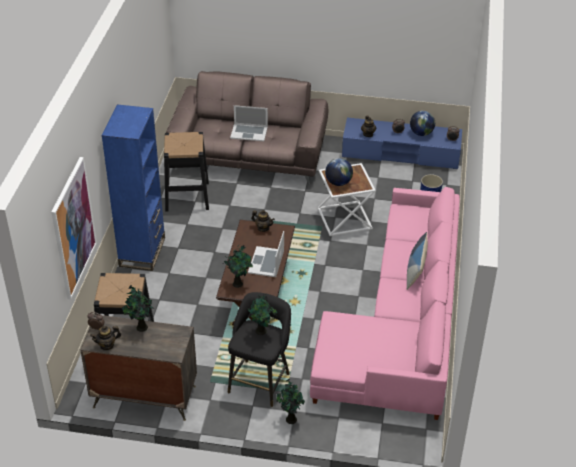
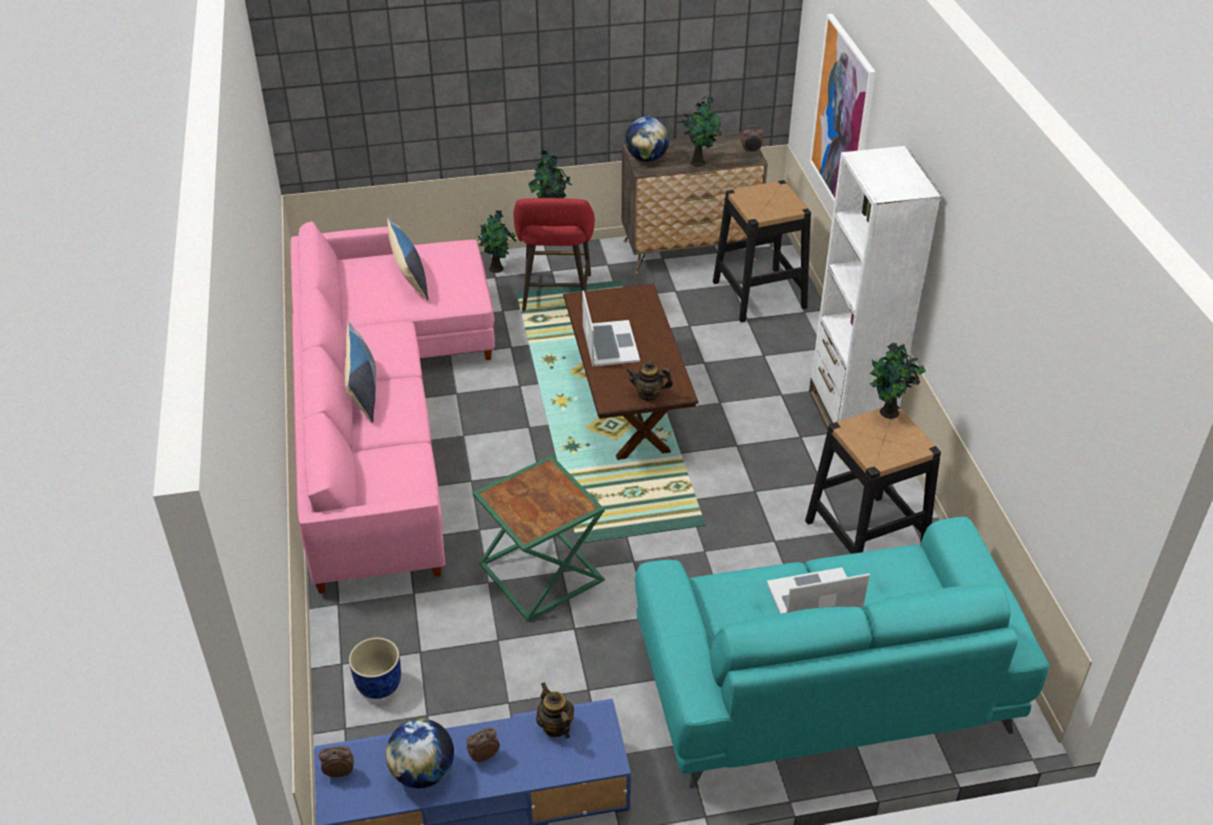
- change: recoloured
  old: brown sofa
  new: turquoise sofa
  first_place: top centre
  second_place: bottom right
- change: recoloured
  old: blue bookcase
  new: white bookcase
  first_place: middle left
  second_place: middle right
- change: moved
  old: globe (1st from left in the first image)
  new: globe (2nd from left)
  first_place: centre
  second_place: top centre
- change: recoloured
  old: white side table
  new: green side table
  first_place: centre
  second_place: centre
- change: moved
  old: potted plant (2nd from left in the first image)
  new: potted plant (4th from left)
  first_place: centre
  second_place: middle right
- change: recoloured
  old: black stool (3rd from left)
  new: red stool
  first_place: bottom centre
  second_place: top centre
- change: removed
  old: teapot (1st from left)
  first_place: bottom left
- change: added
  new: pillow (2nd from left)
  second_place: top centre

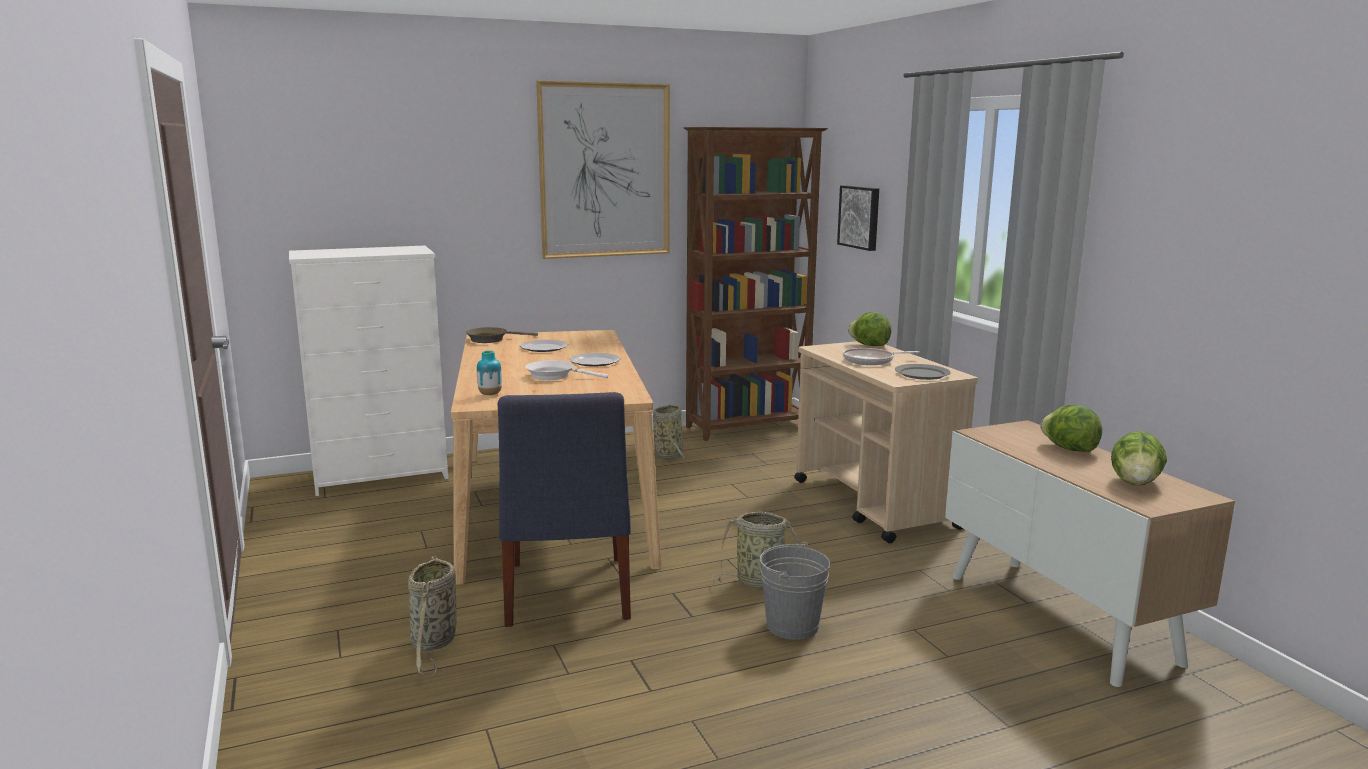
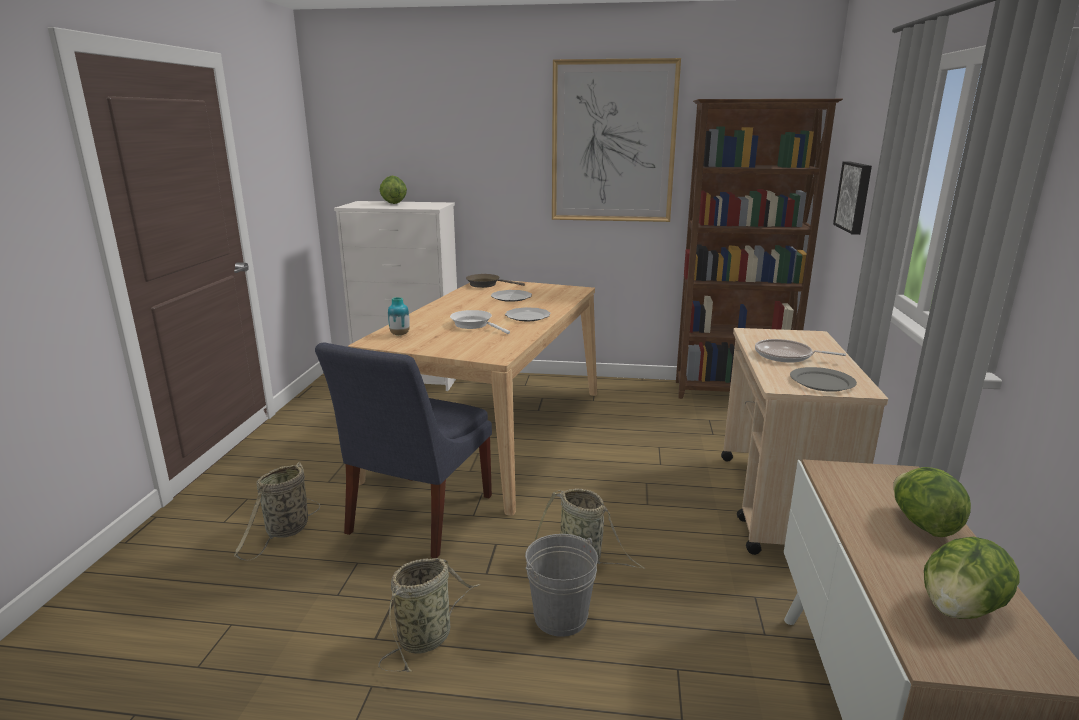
- change: moved
  old: lettuce (1st from left)
  first_place: centre
  second_place: top centre
- change: moved
  old: basket (2nd from left)
  first_place: centre
  second_place: bottom centre

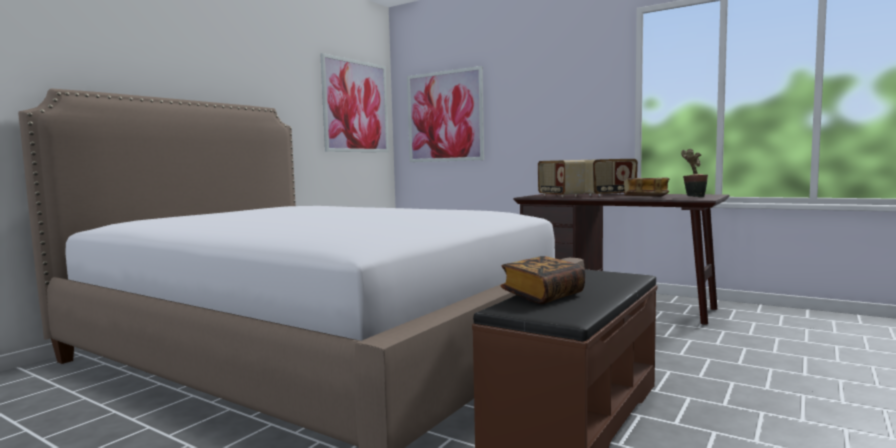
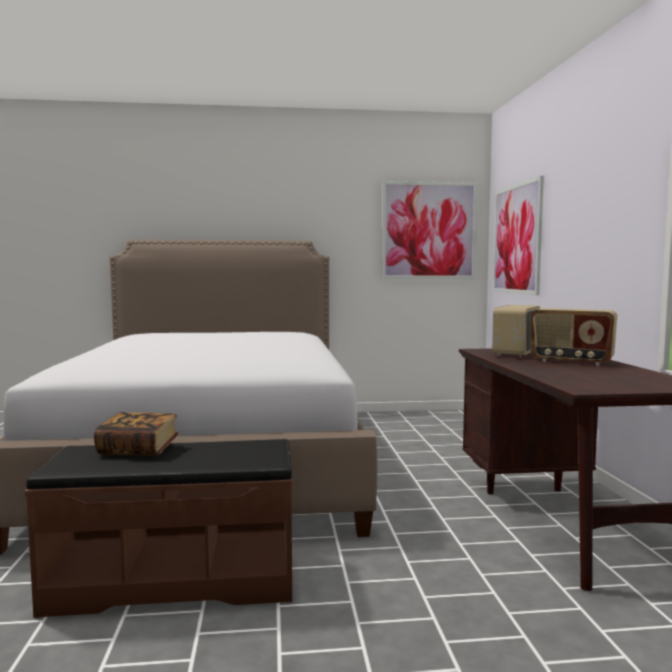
- change: removed
  old: potted plant
  first_place: middle right
- change: removed
  old: book (2nd from left)
  first_place: middle right

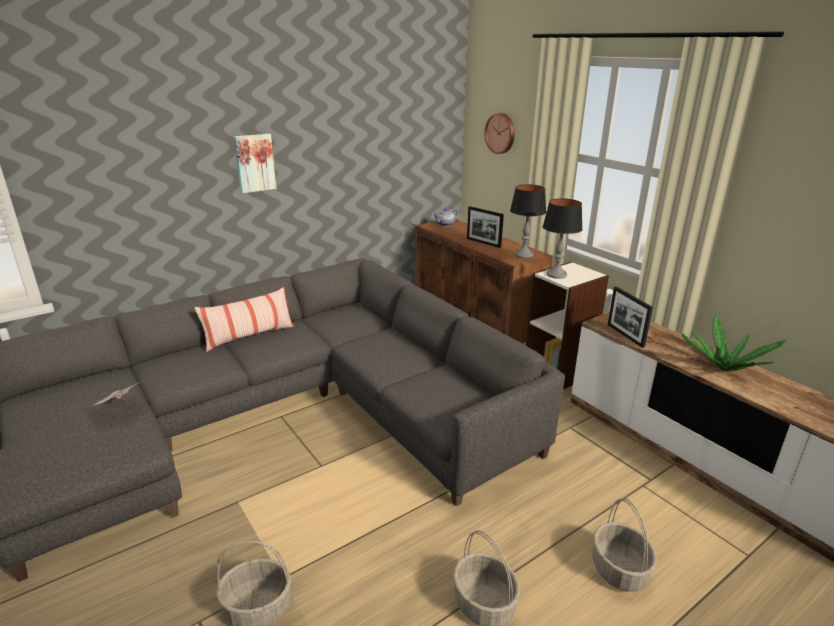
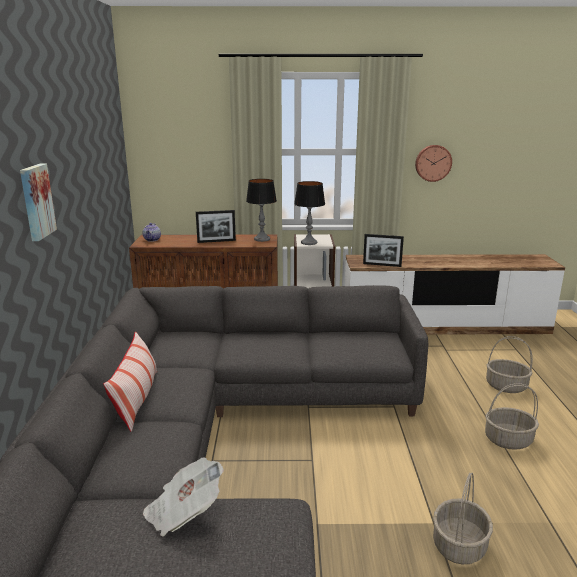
- change: moved
  old: wall clock
  first_place: top centre
  second_place: top right
- change: removed
  old: potted plant
  first_place: middle right

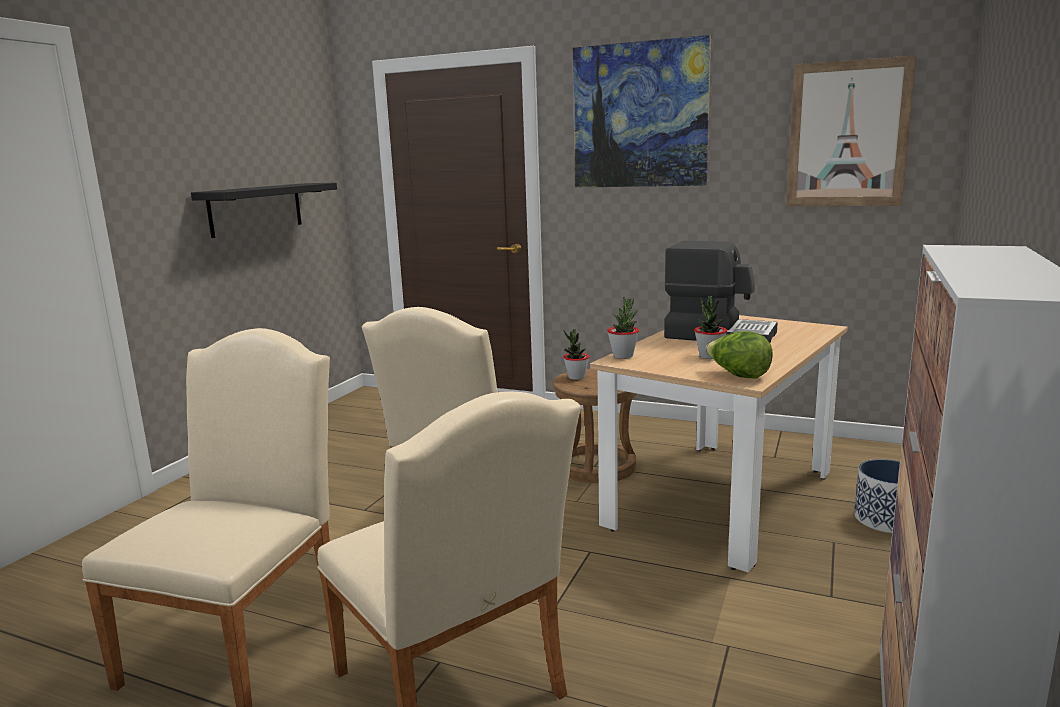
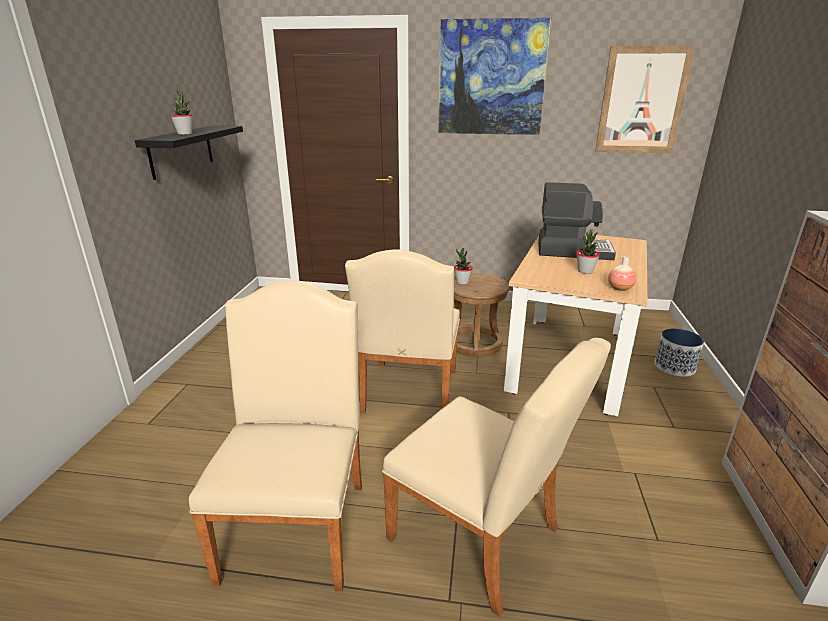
- change: moved
  old: potted plant (2nd from left in the first image)
  new: potted plant (1st from left)
  first_place: centre
  second_place: top left
- change: replaced
  old: lettuce
  new: vase
  first_place: middle right
  second_place: middle right

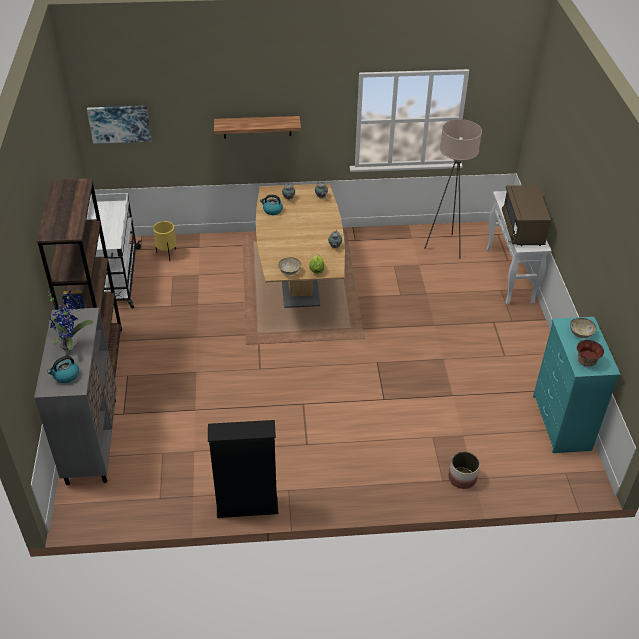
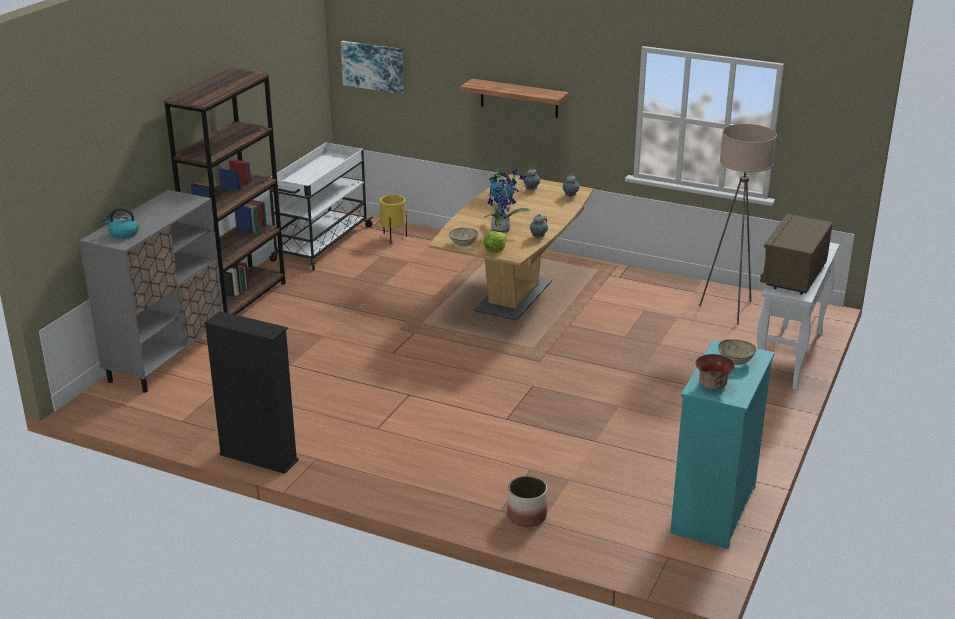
- change: moved
  old: potted plant
  first_place: middle left
  second_place: top centre

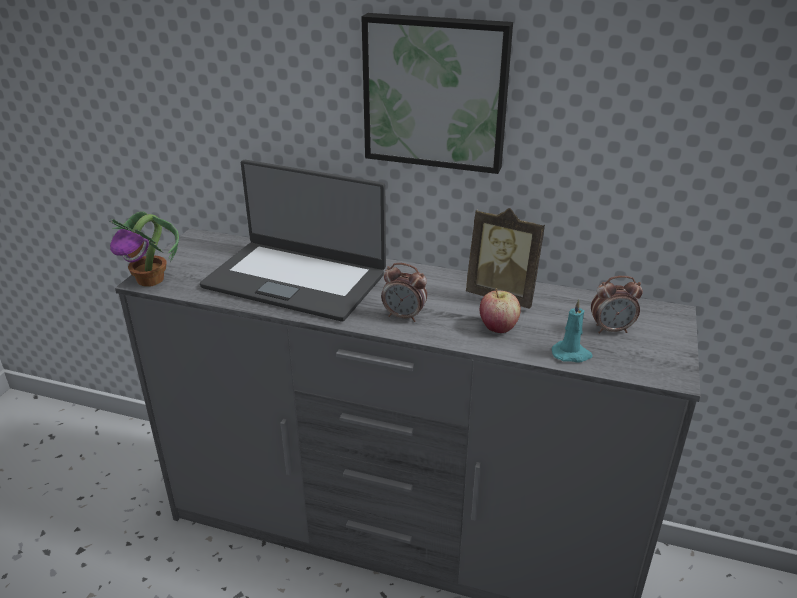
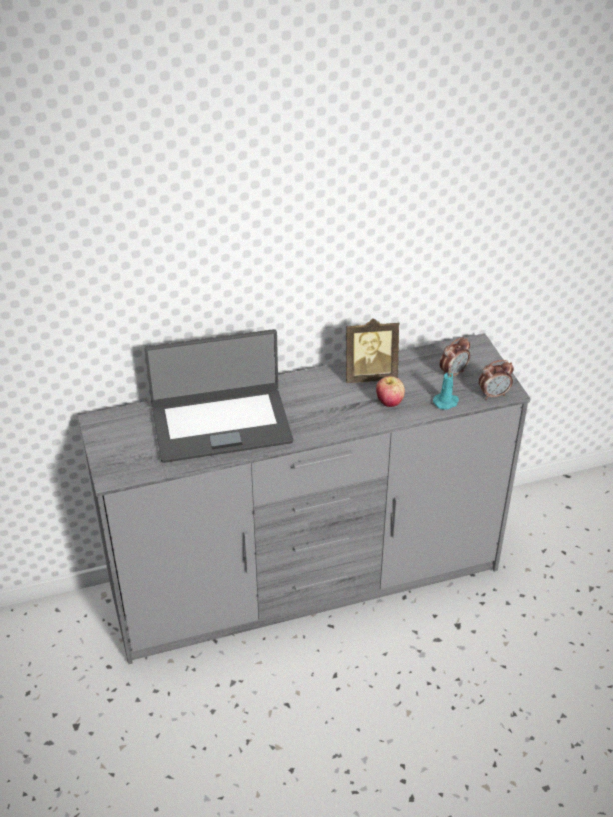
- change: removed
  old: picture
  first_place: top centre
- change: removed
  old: potted plant
  first_place: middle left
- change: moved
  old: alarm clock (1st from left in the first image)
  new: alarm clock (2nd from left)
  first_place: centre
  second_place: middle right

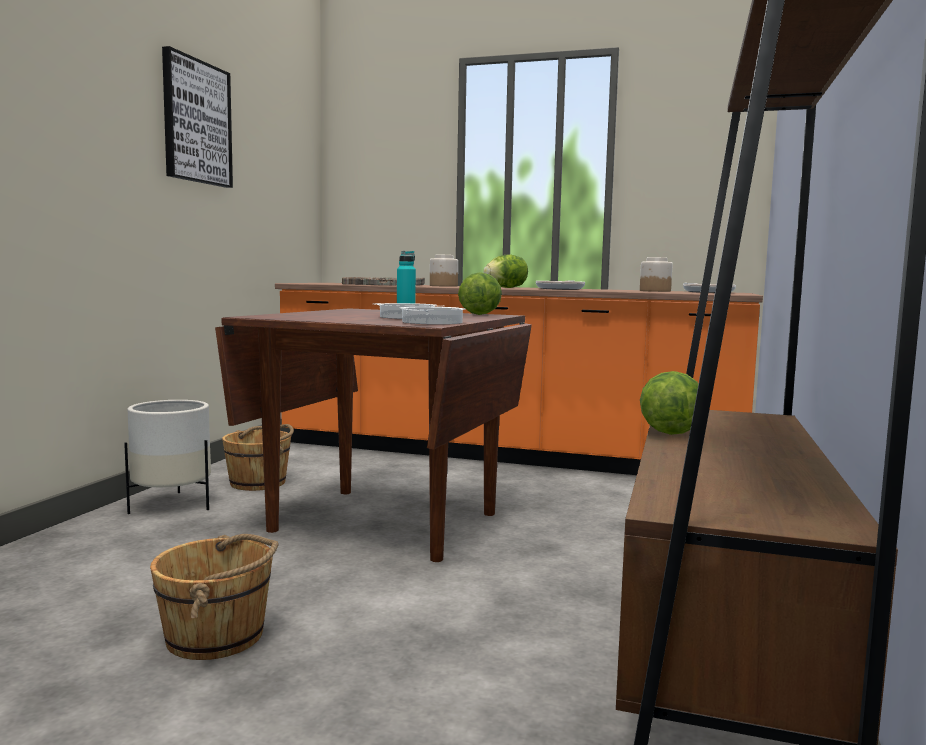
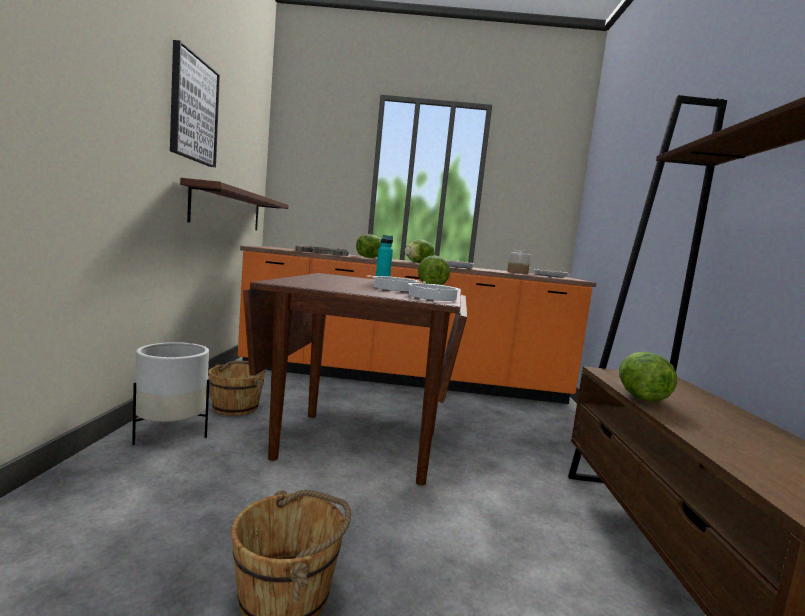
- change: replaced
  old: jar (1st from left)
  new: lettuce (1st from left)
  first_place: centre
  second_place: centre
- change: added
  new: brown shelf
  second_place: top left

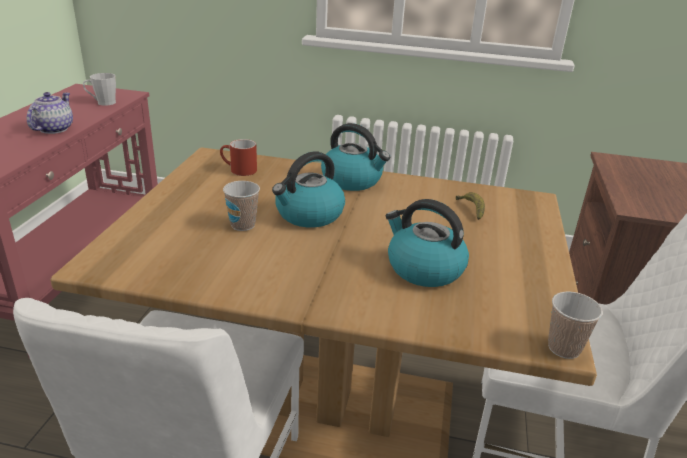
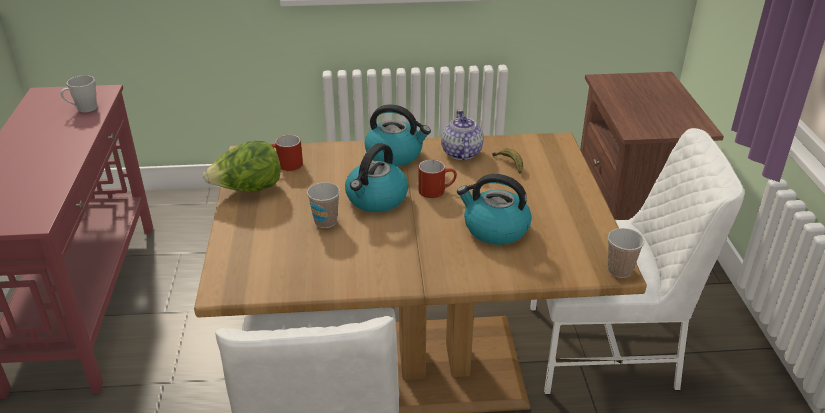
- change: moved
  old: teapot
  first_place: top left
  second_place: top centre
- change: added
  new: lettuce
  second_place: middle left
- change: added
  new: red mug (2nd from left)
  second_place: centre

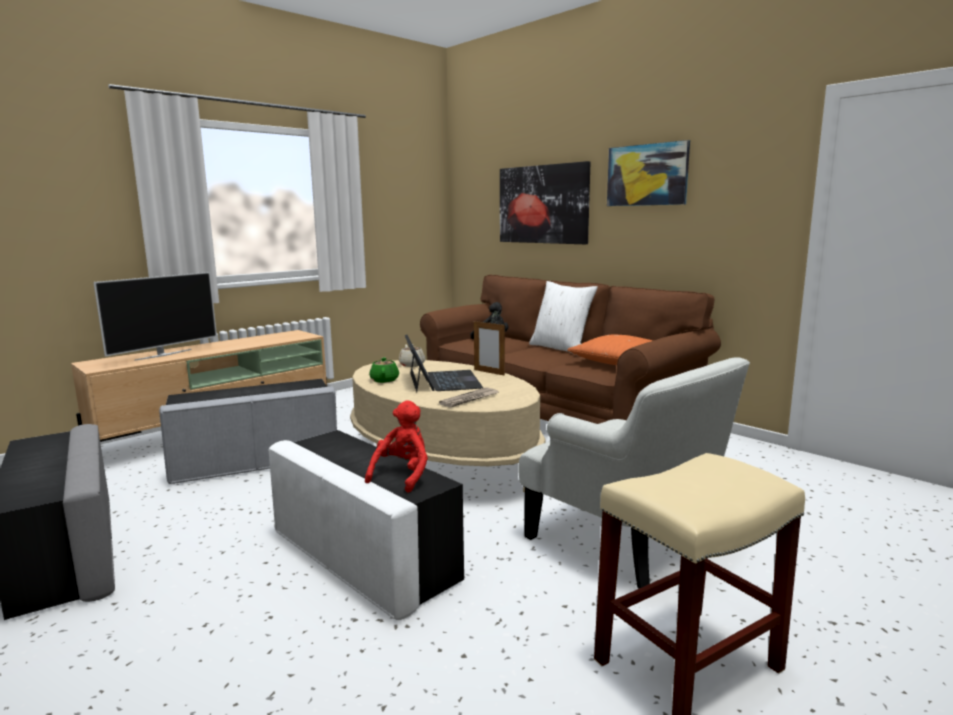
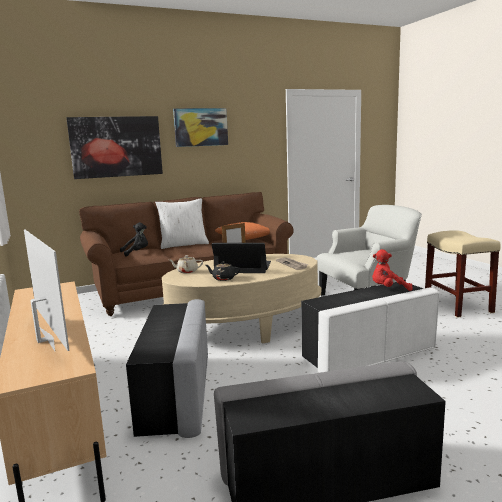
- change: recoloured
  old: green teapot
  new: black teapot
  first_place: centre
  second_place: centre
- change: turned
  old: red plush toy
  first_place: centre
  second_place: middle right
  degrees: -45

